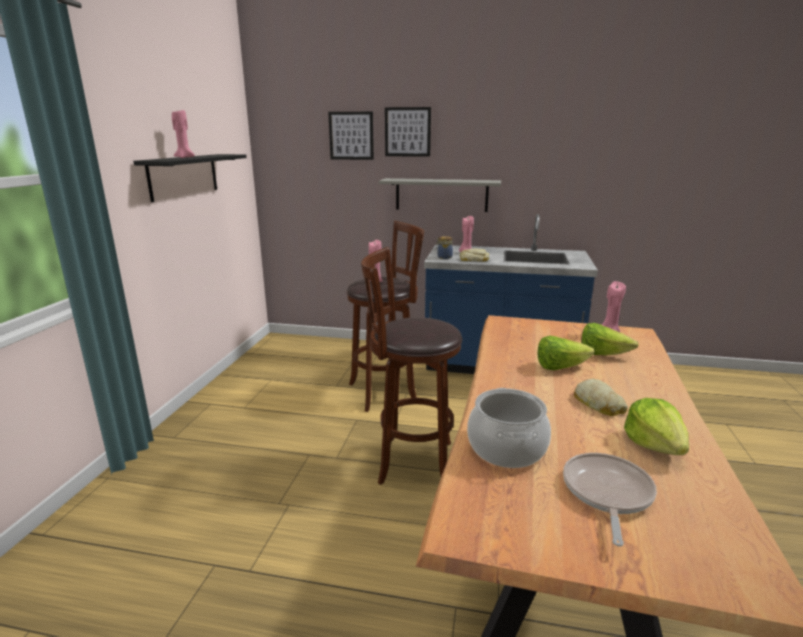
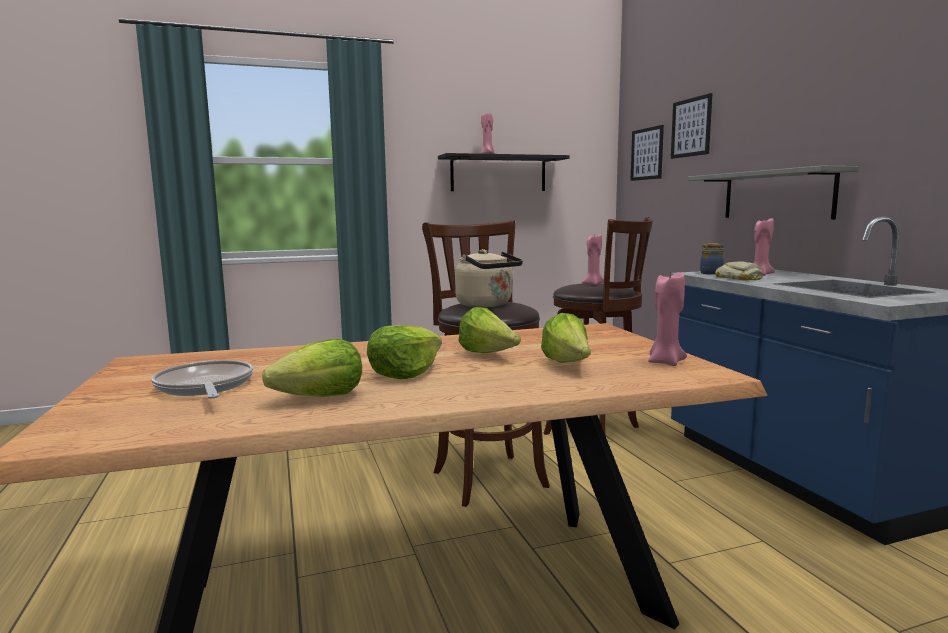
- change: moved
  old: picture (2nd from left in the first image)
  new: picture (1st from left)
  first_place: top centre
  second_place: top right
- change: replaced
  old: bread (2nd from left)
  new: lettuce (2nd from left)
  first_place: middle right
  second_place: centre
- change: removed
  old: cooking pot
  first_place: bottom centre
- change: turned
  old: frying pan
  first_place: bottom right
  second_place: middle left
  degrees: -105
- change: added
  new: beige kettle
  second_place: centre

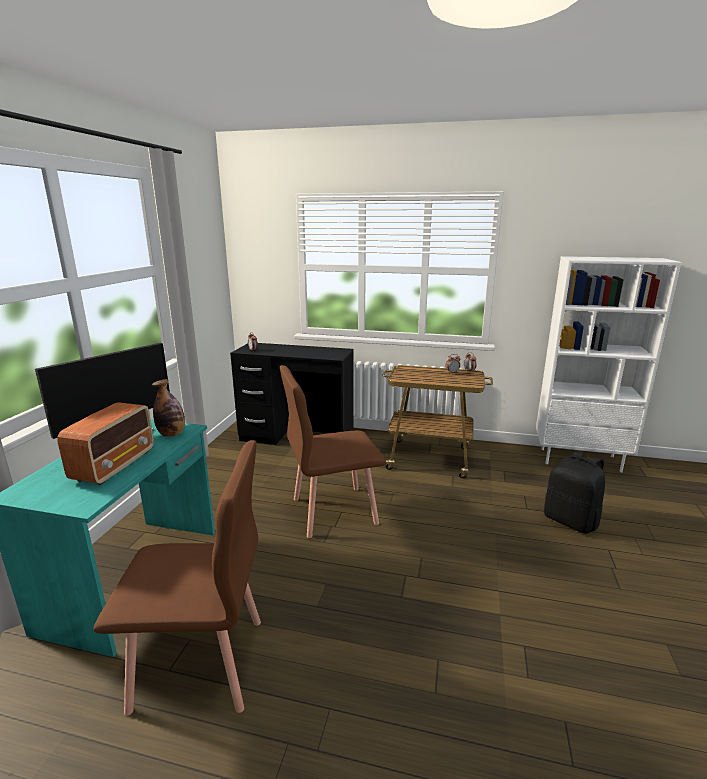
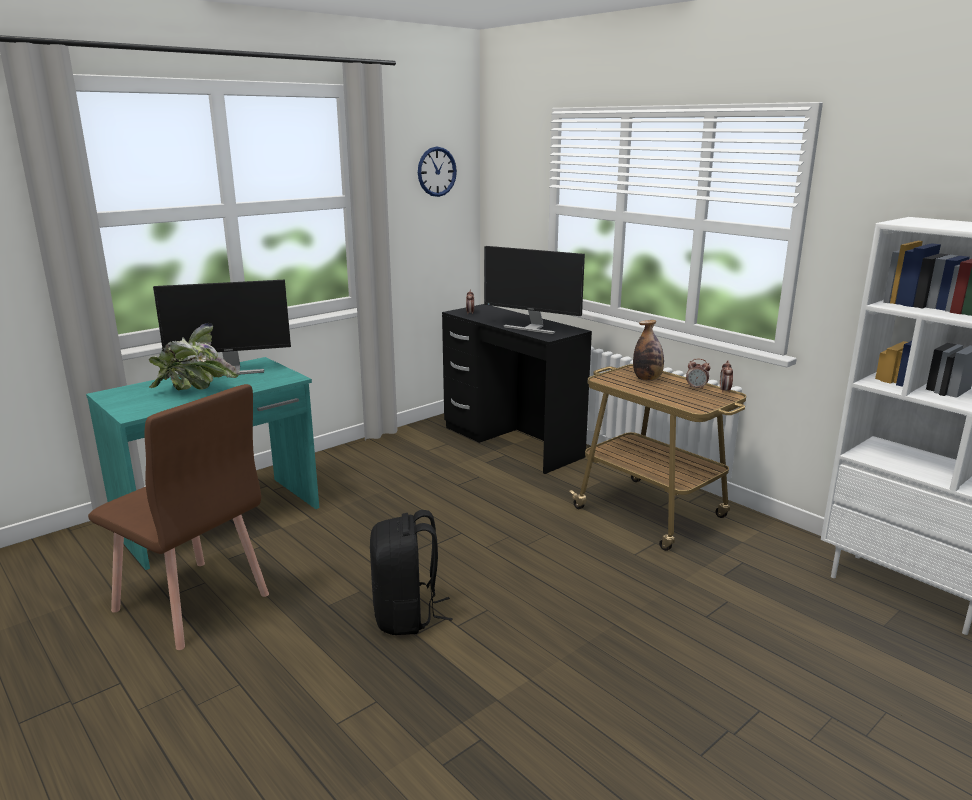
- change: removed
  old: brown chair (2nd from left)
  first_place: centre
- change: moved
  old: bottle
  first_place: middle left
  second_place: middle right
- change: replaced
  old: radio
  new: potted plant
  first_place: middle left
  second_place: middle left
- change: moved
  old: black backpack
  first_place: middle right
  second_place: bottom centre
- change: added
  new: wall clock
  second_place: top centre
- change: added
  new: monitor (2nd from left)
  second_place: centre

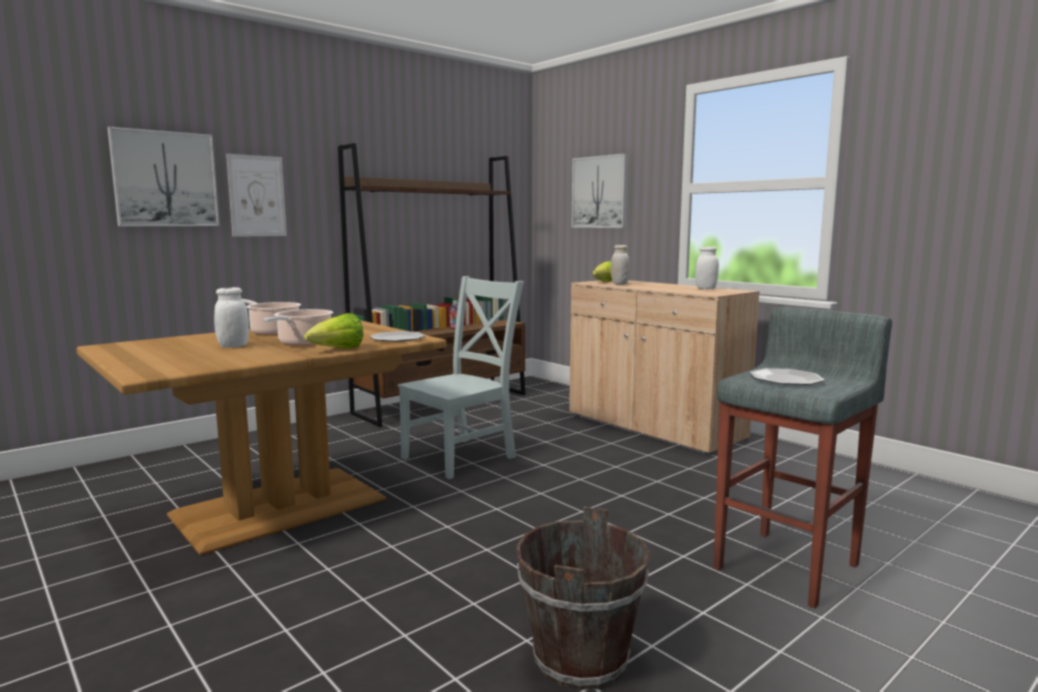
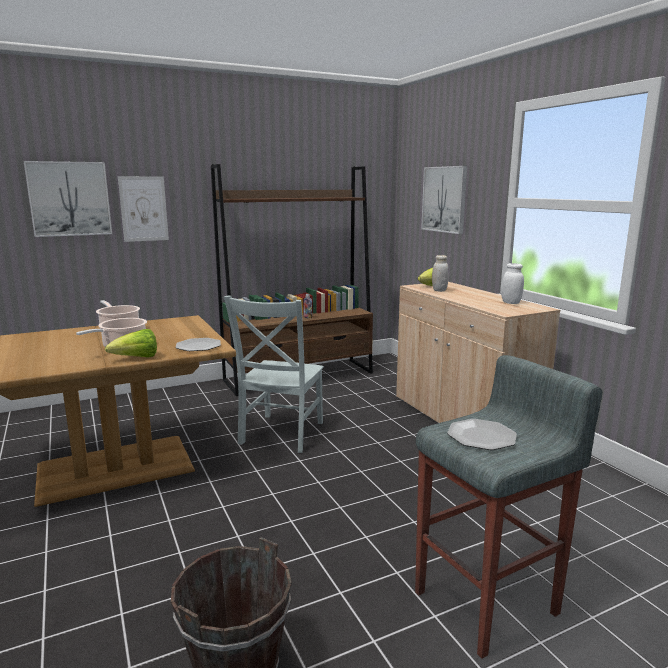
- change: turned
  old: grey chair
  first_place: centre
  second_place: centre
  degrees: 135
- change: removed
  old: white jar (1st from left)
  first_place: middle left

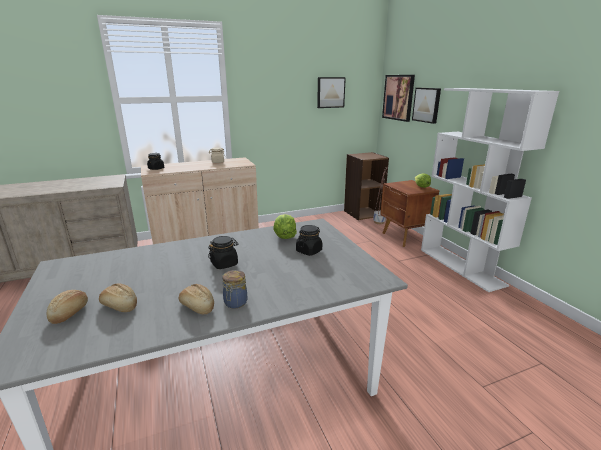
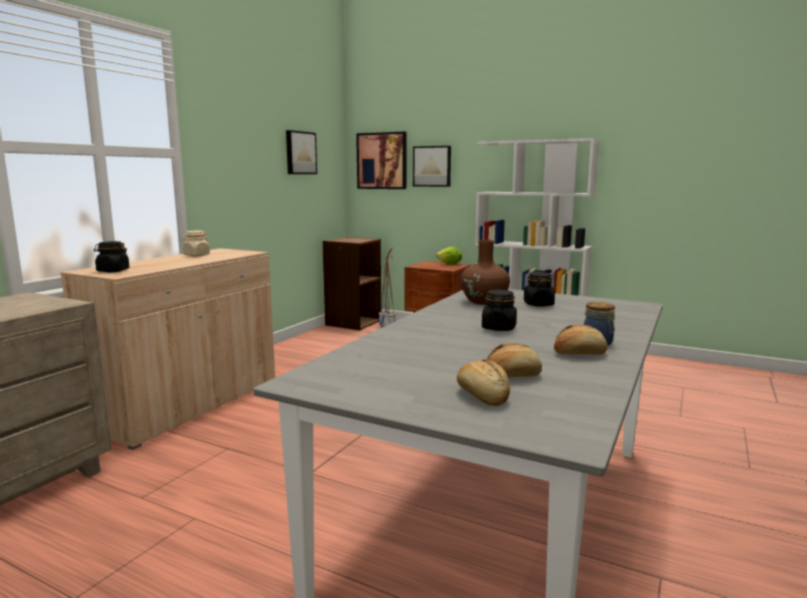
- change: replaced
  old: lettuce (1st from left)
  new: brown vase
  first_place: centre
  second_place: centre

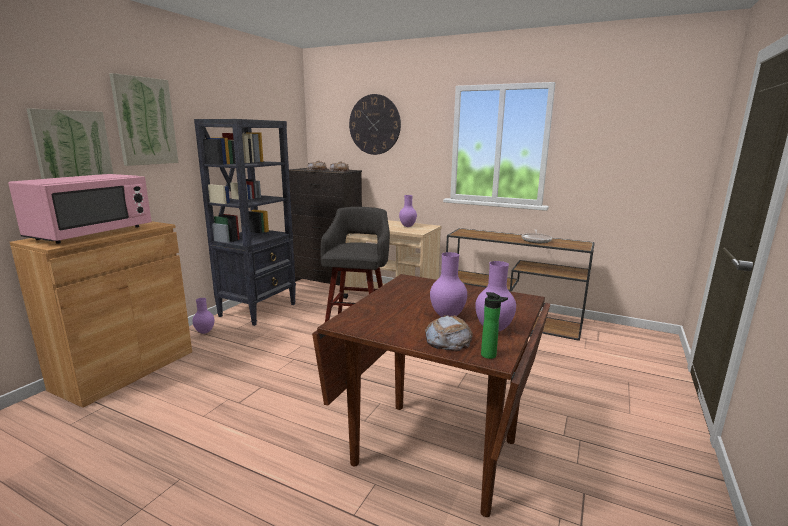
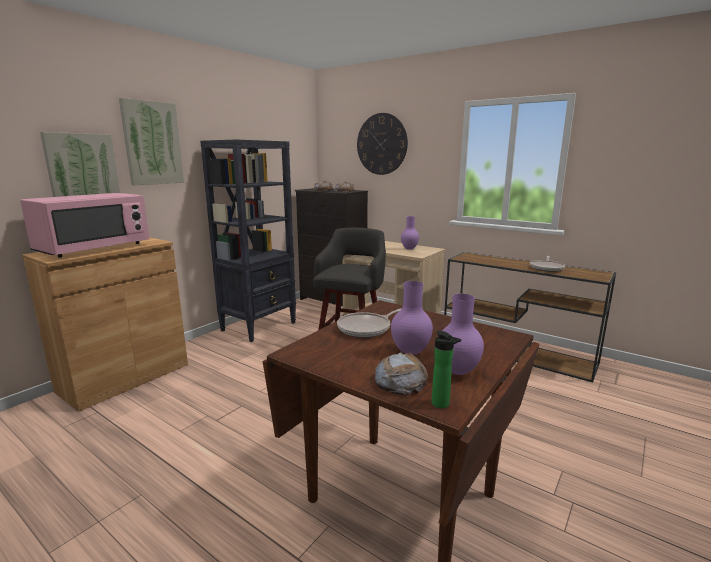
- change: removed
  old: purple vase (1st from left)
  first_place: middle left
- change: added
  new: frying pan (1st from left)
  second_place: centre

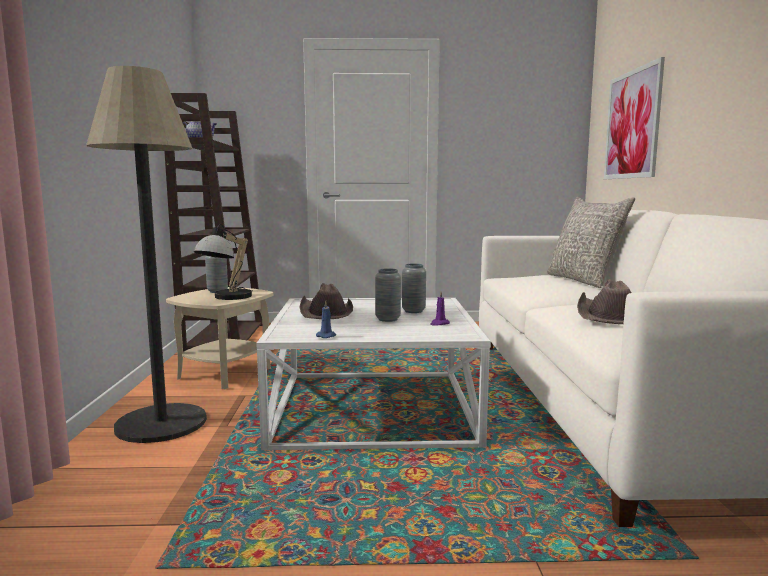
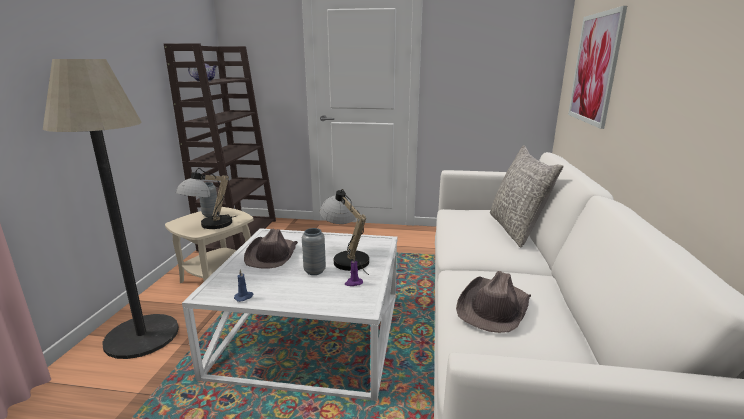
- change: replaced
  old: grey vase (3rd from left)
  new: table lamp (2nd from left)
  first_place: centre
  second_place: centre

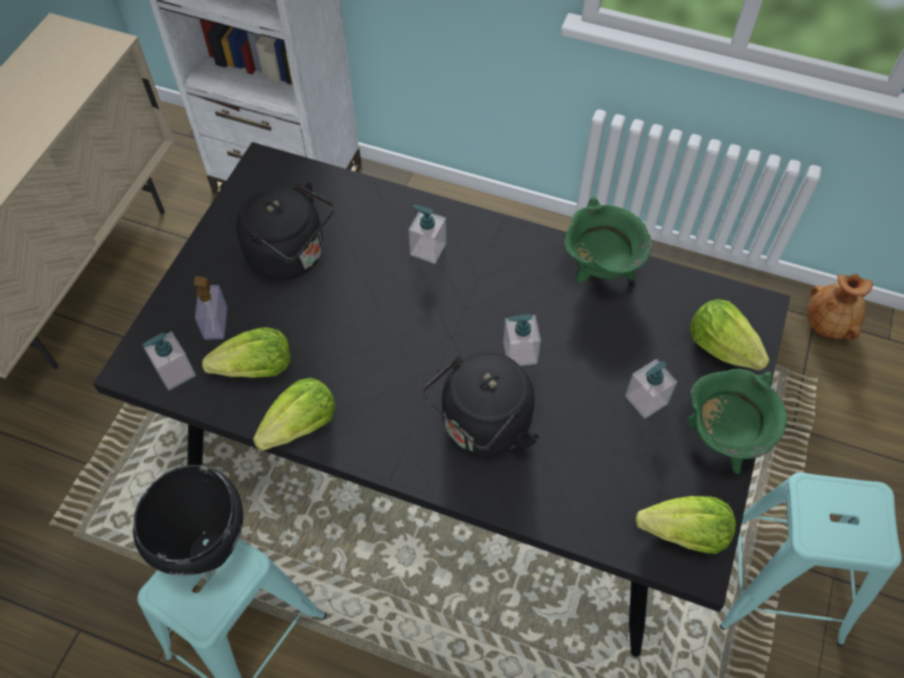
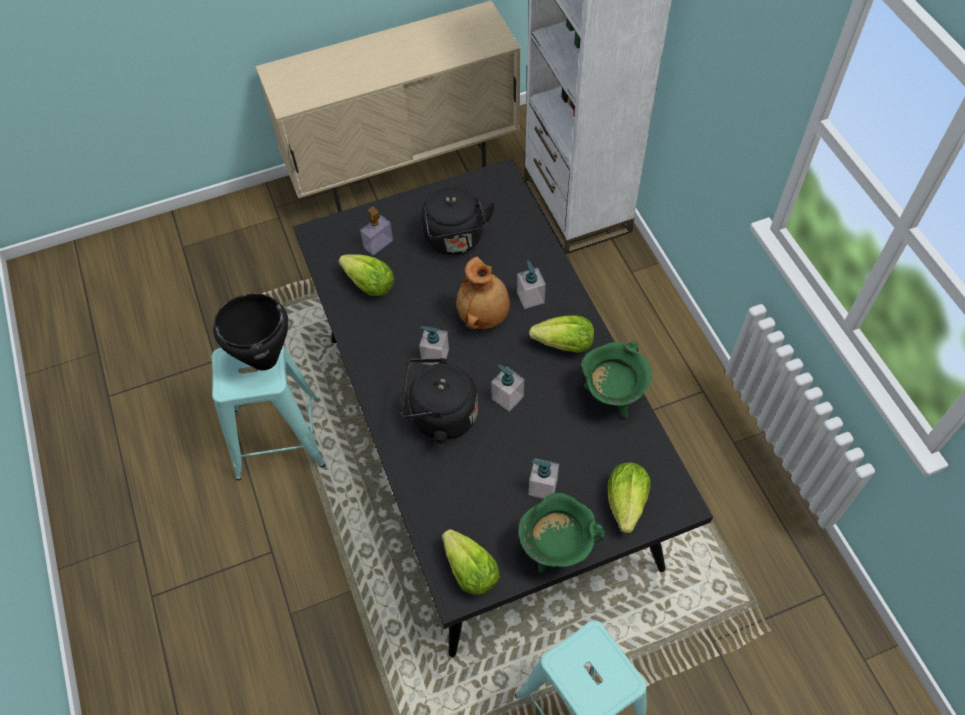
- change: moved
  old: brown vase
  first_place: middle right
  second_place: centre
- change: moved
  old: soap dispenser (1st from left in the first image)
  new: soap dispenser (2nd from left)
  first_place: middle left
  second_place: centre
- change: moved
  old: lettuce (2nd from left in the first image)
  new: lettuce (3rd from left)
  first_place: middle left
  second_place: centre

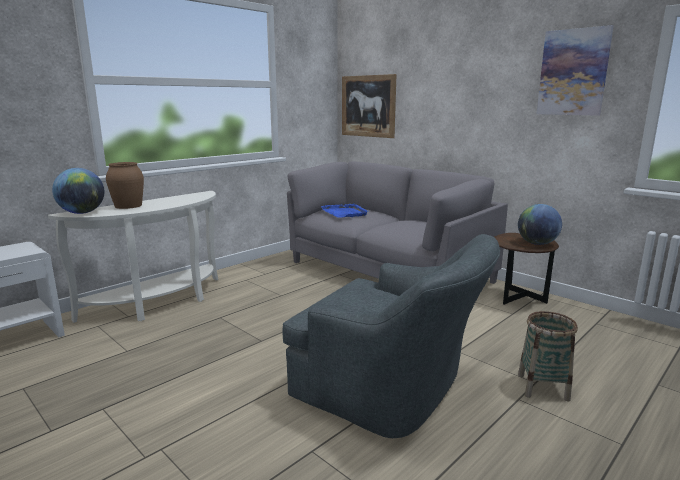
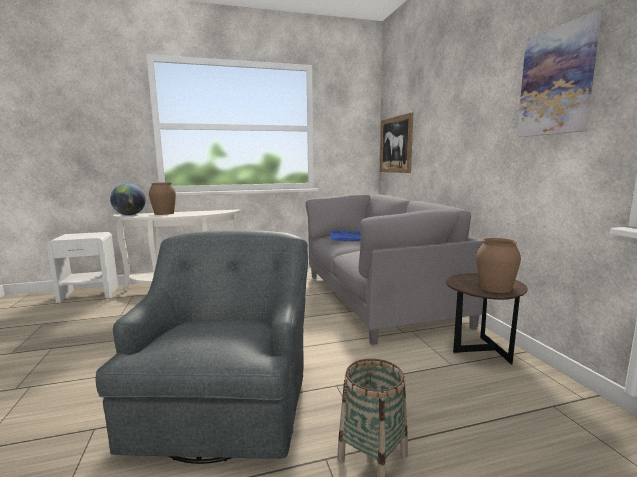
- change: replaced
  old: globe (2nd from left)
  new: brown vase (2nd from left)
  first_place: middle right
  second_place: middle right
- change: turned
  old: grey armchair
  first_place: bottom centre
  second_place: bottom left
  degrees: -150

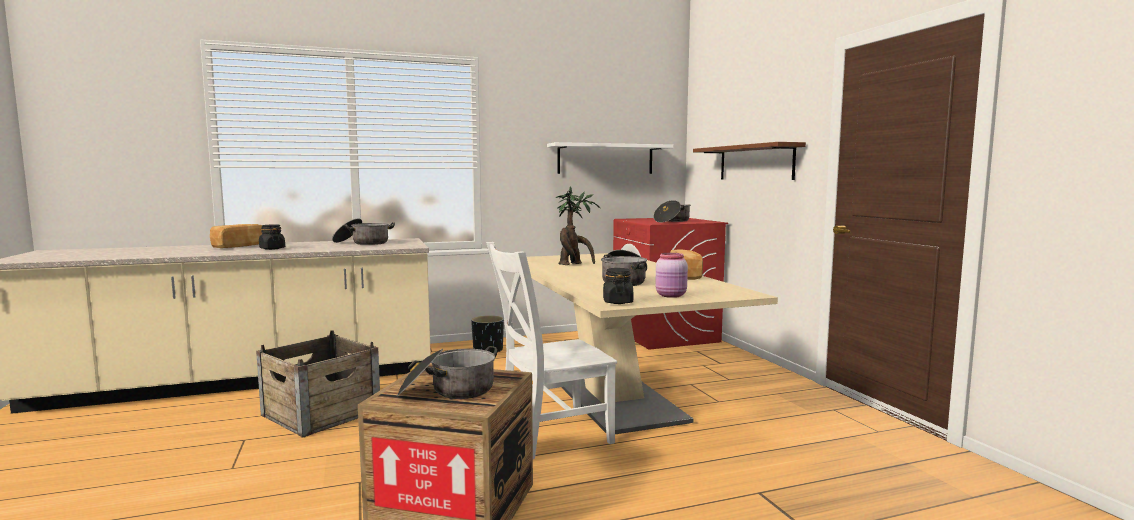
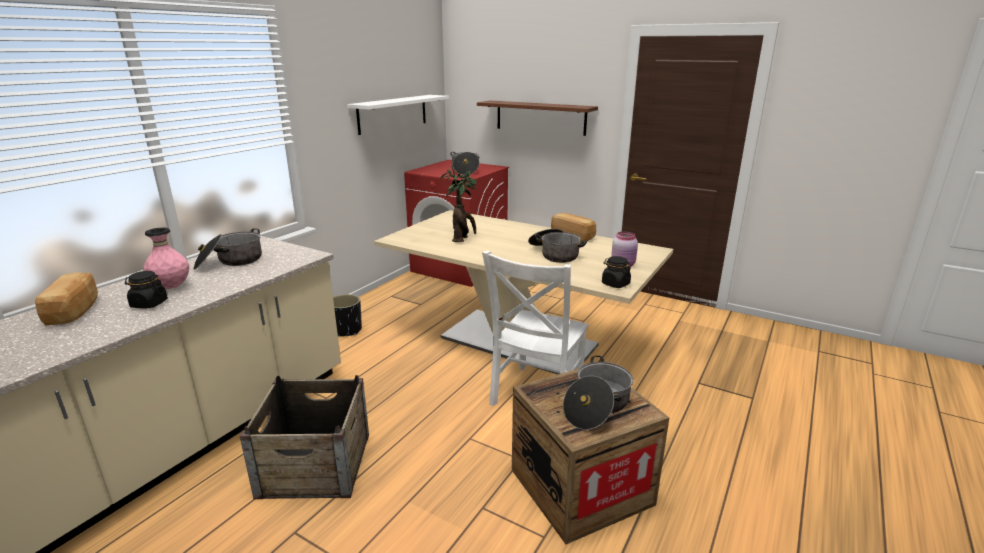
- change: added
  new: pink vase
  second_place: middle left

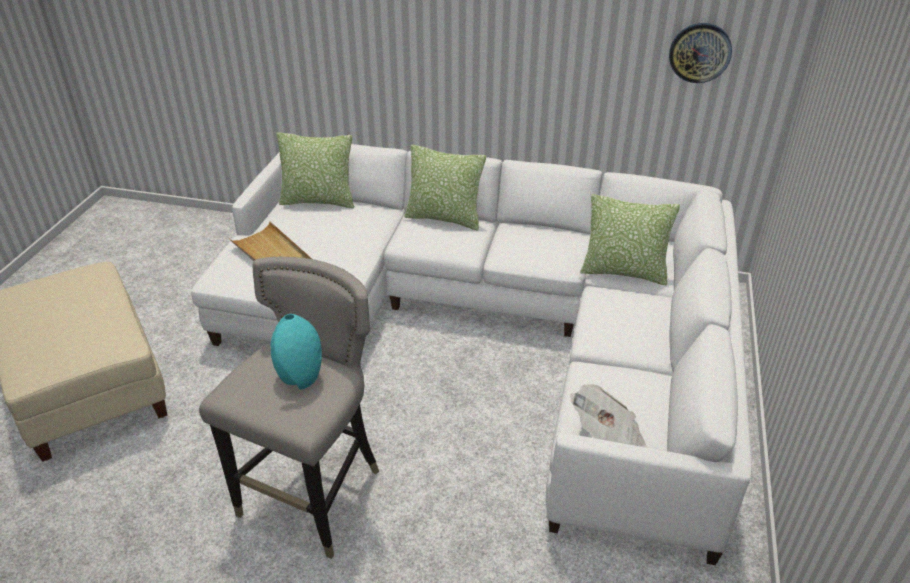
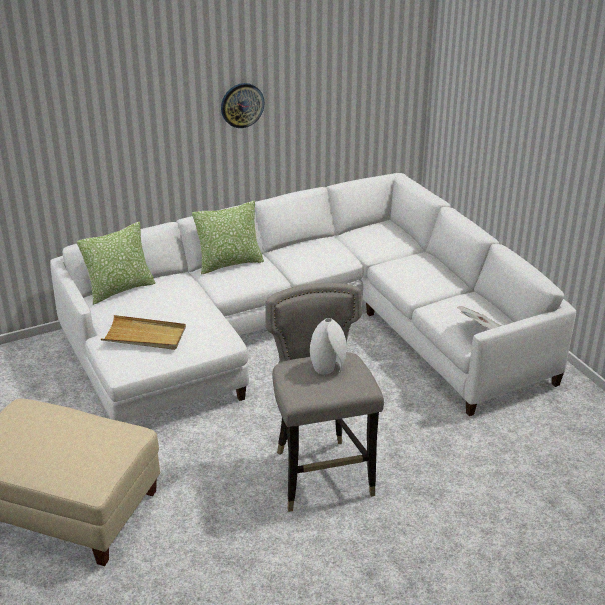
- change: moved
  old: wall clock
  first_place: top right
  second_place: top centre
- change: removed
  old: pillow (3rd from left)
  first_place: middle right
- change: recoloured
  old: turquoise vase
  new: white vase
  first_place: middle left
  second_place: centre

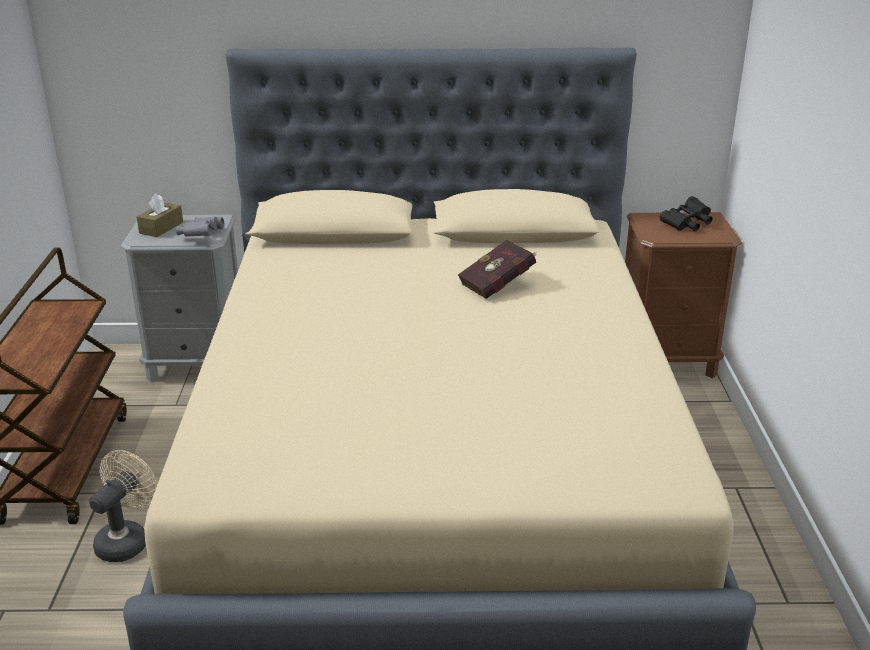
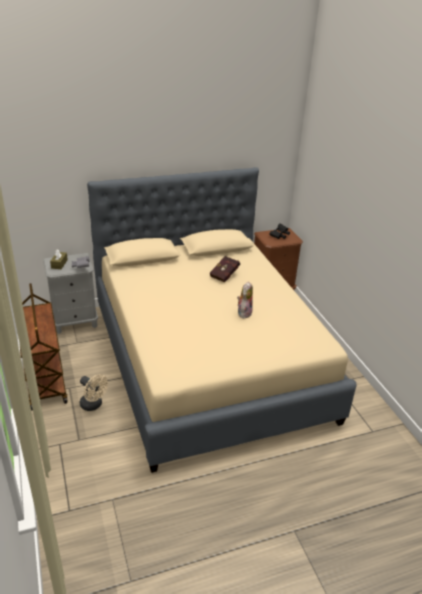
- change: turned
  old: beige fan
  first_place: bottom left
  second_place: middle left
  degrees: 120
- change: added
  new: plush toy
  second_place: centre

